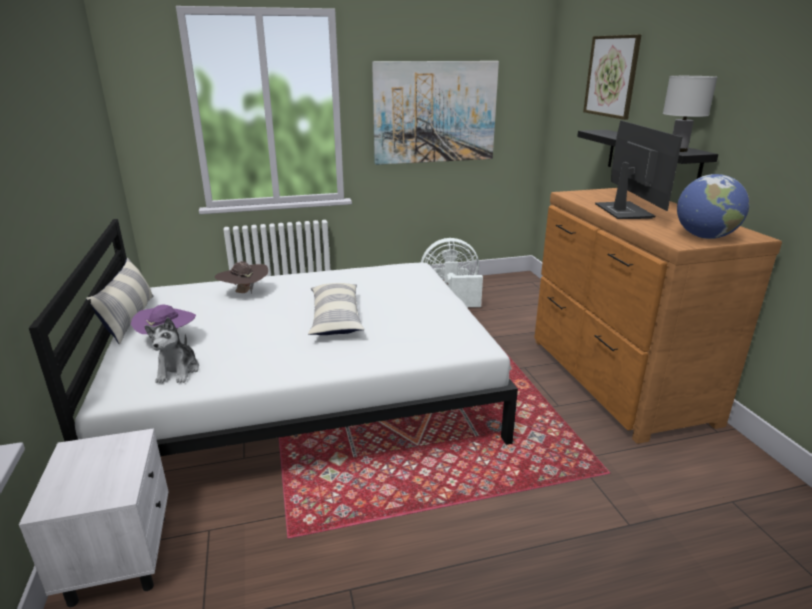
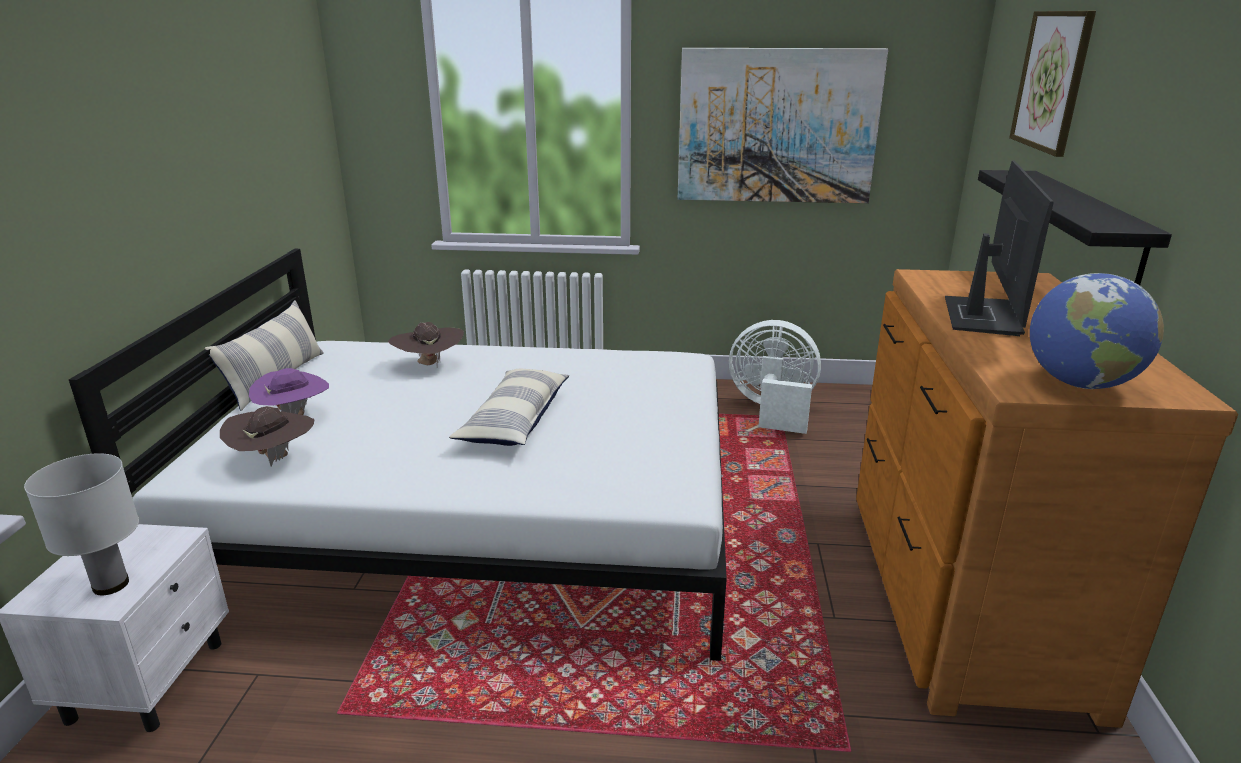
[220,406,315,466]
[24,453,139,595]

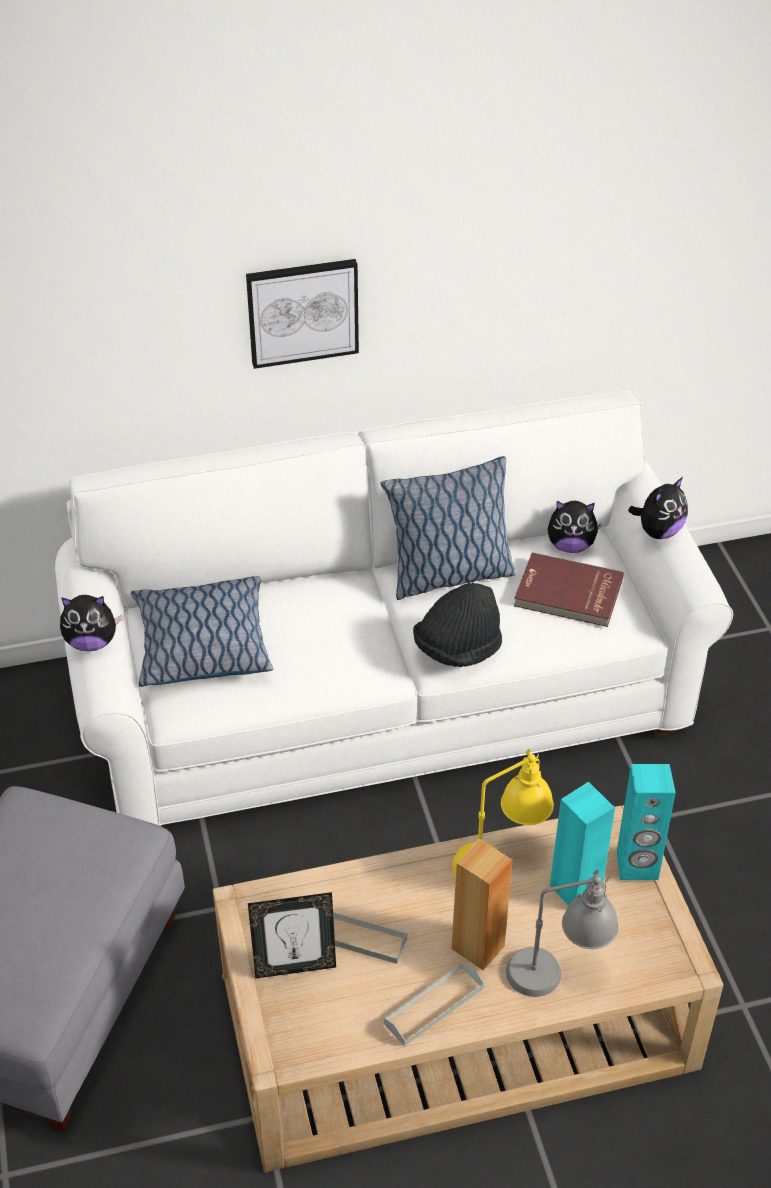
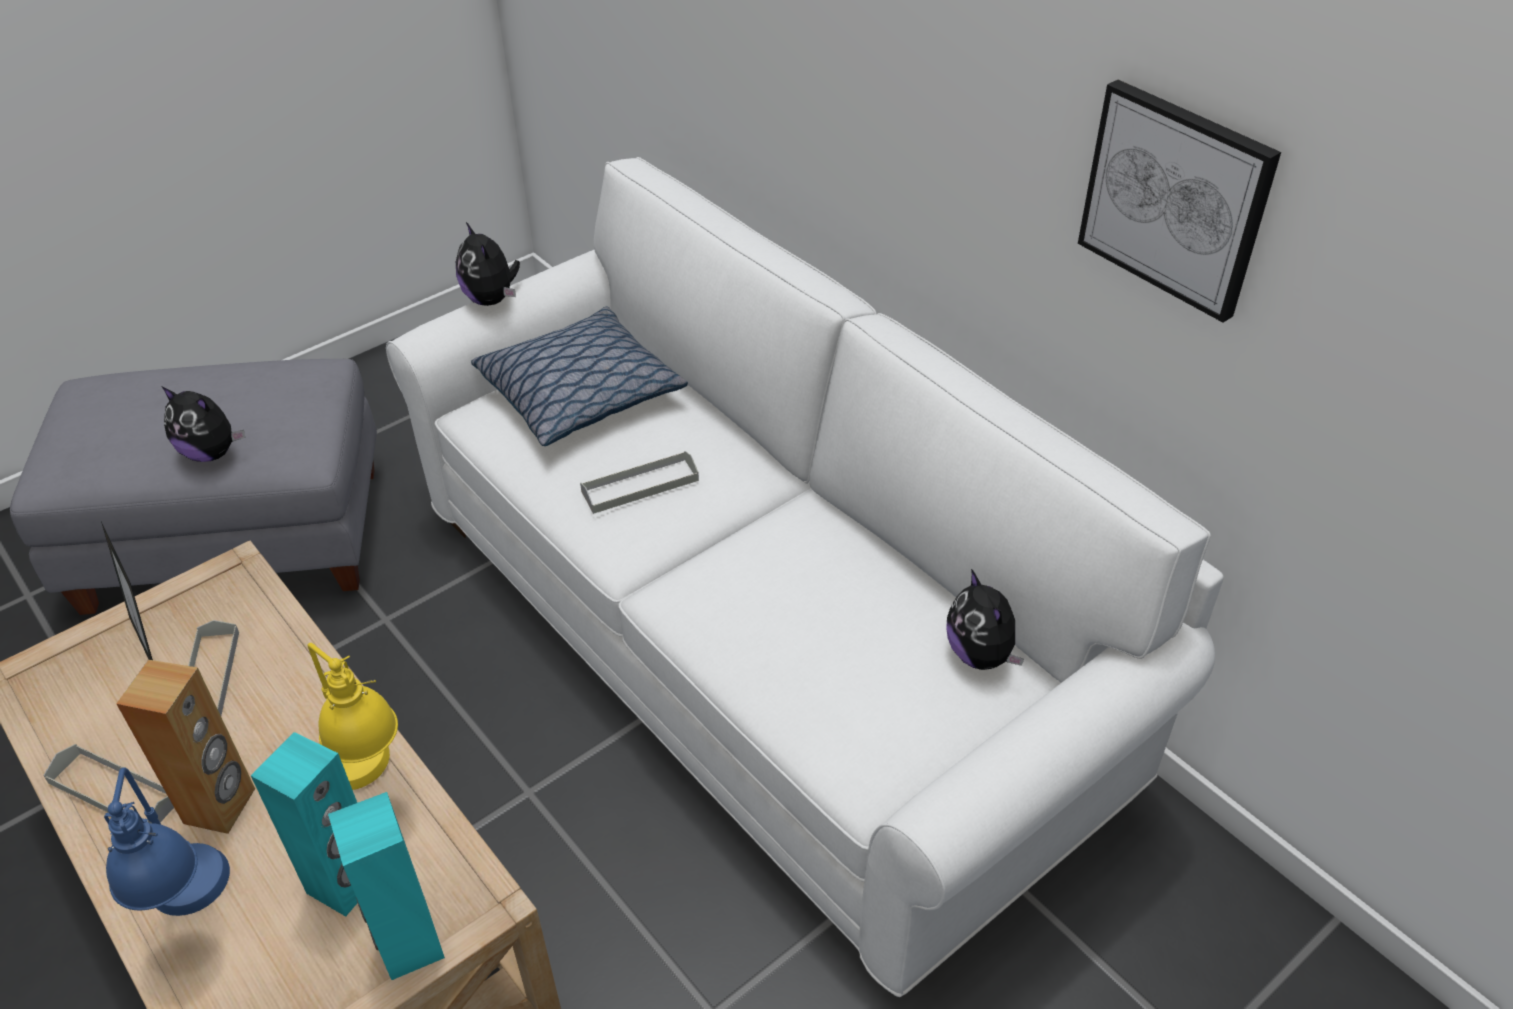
[1078,80,1281,323]
[380,456,516,600] (first image)
[413,582,502,667] (first image)
[104,767,230,916]
[514,552,624,627] (first image)
[161,386,246,462]
[580,451,699,514]

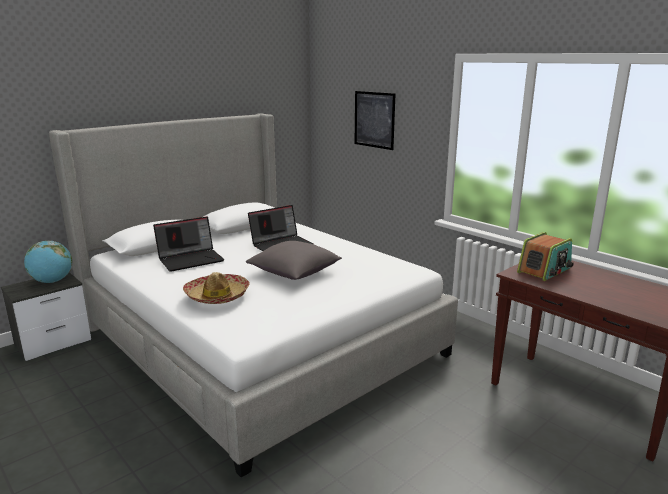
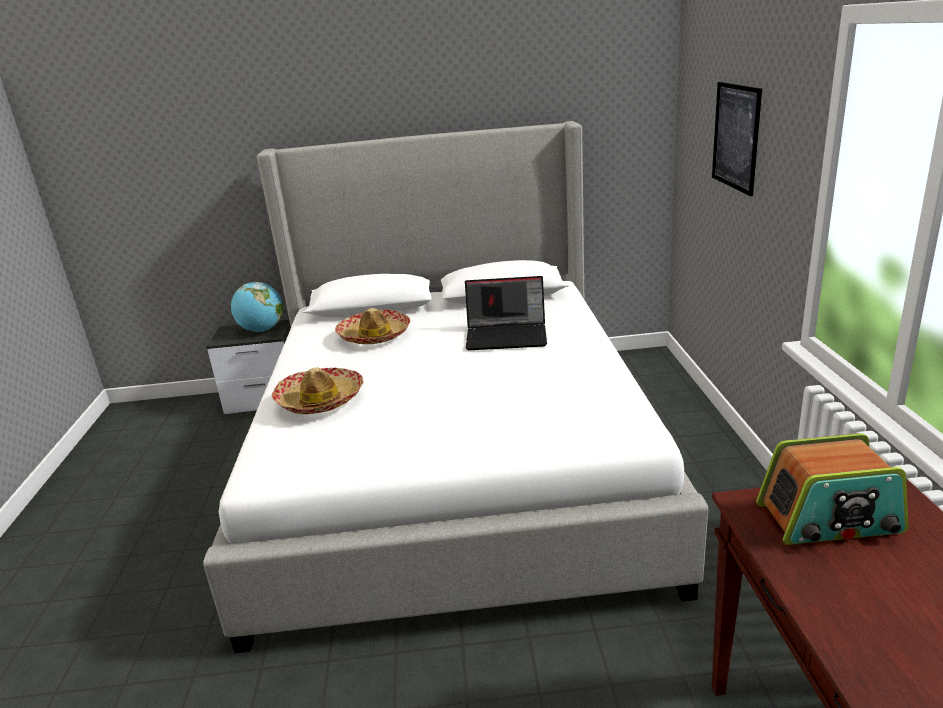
[335,308,410,344]
[246,241,342,280] (first image)

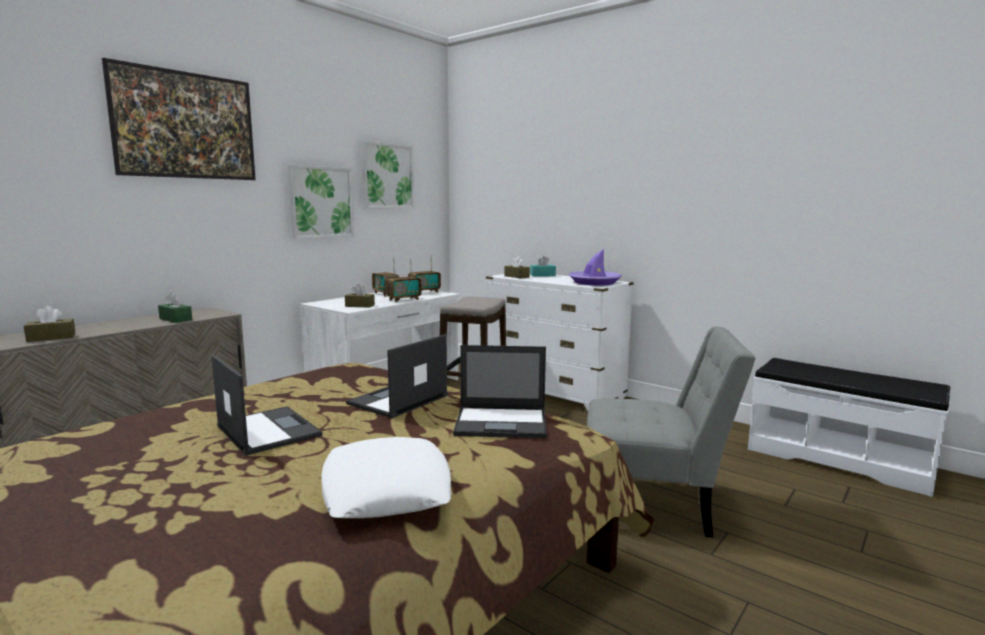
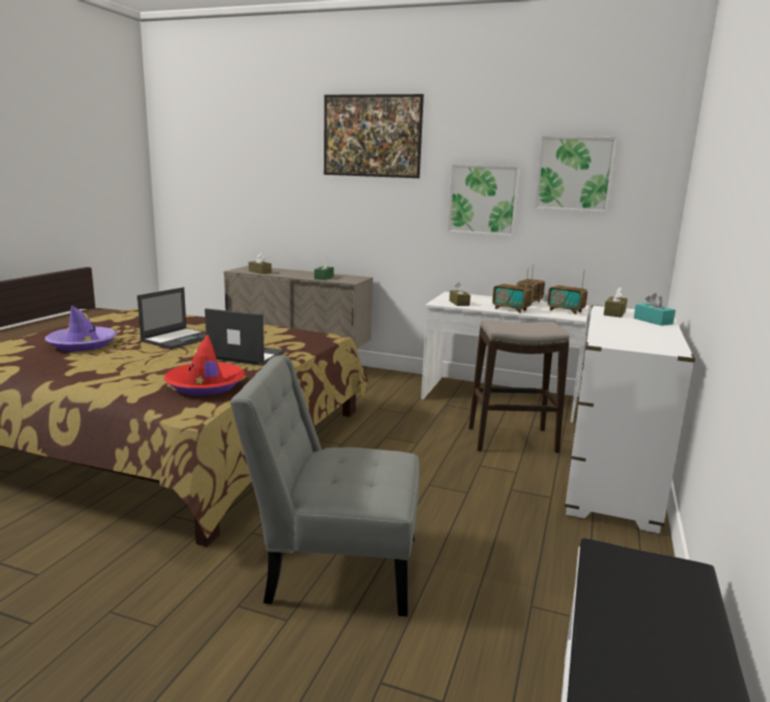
[321,437,452,518] (first image)
[164,334,245,395]
[45,305,117,351]
[230,355,420,617]

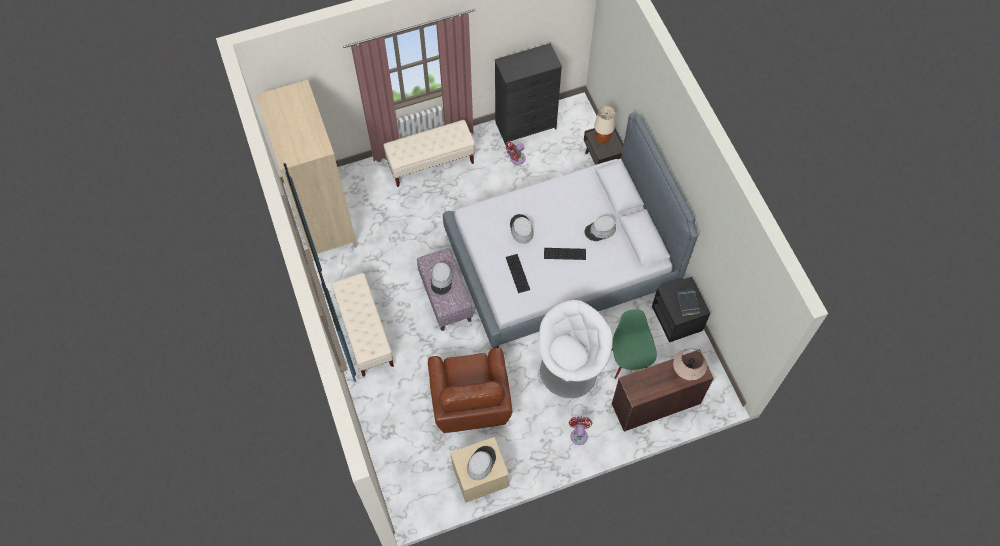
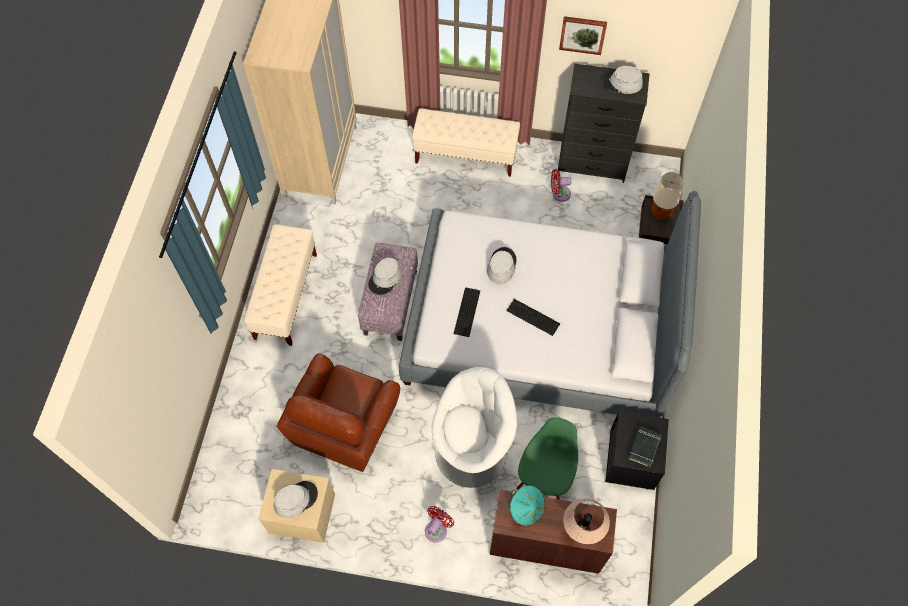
[602,66,643,94]
[510,485,545,526]
[559,16,607,55]

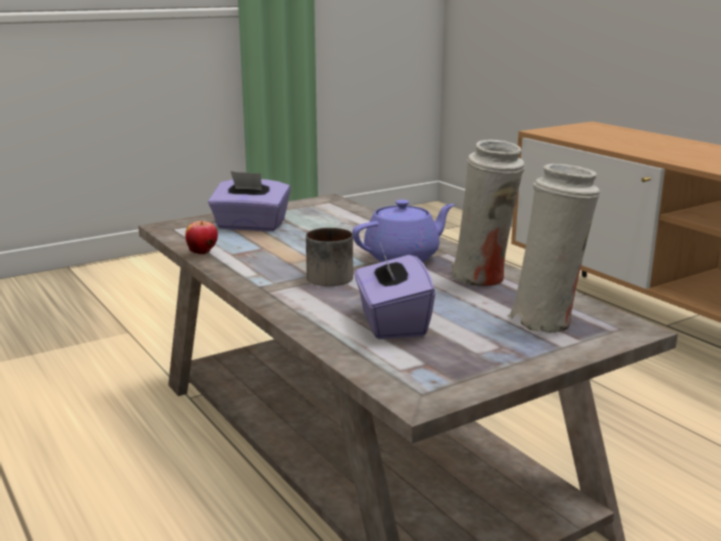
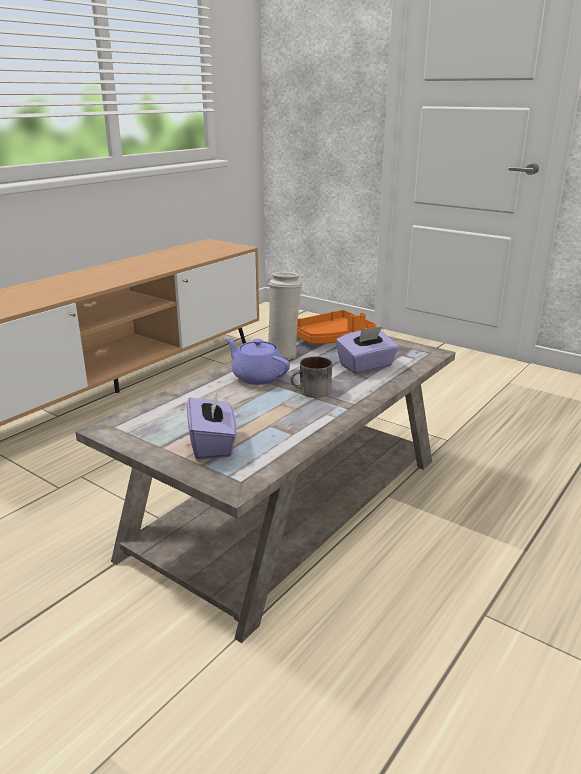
[185,221,218,255] (first image)
[297,310,377,344]

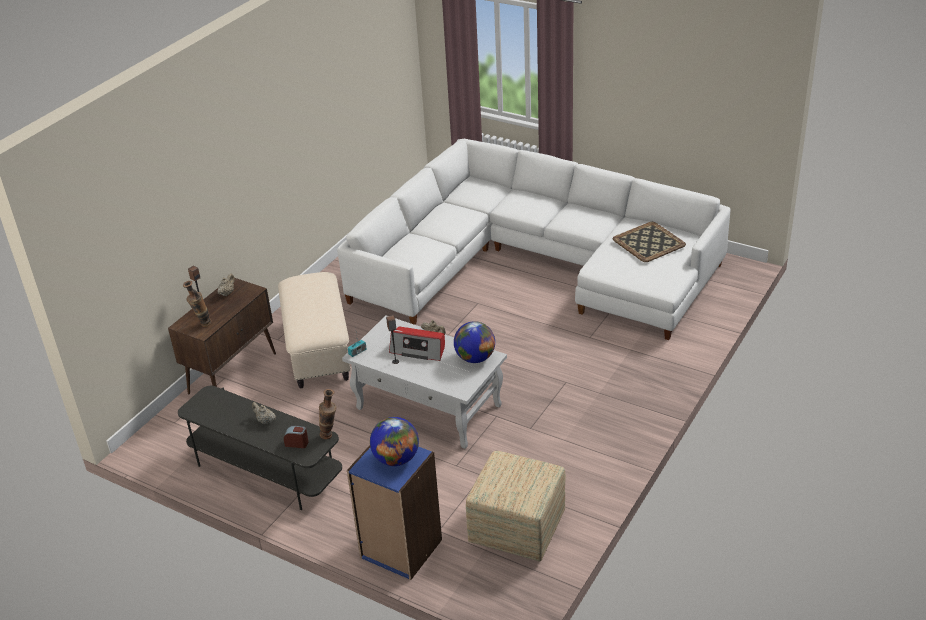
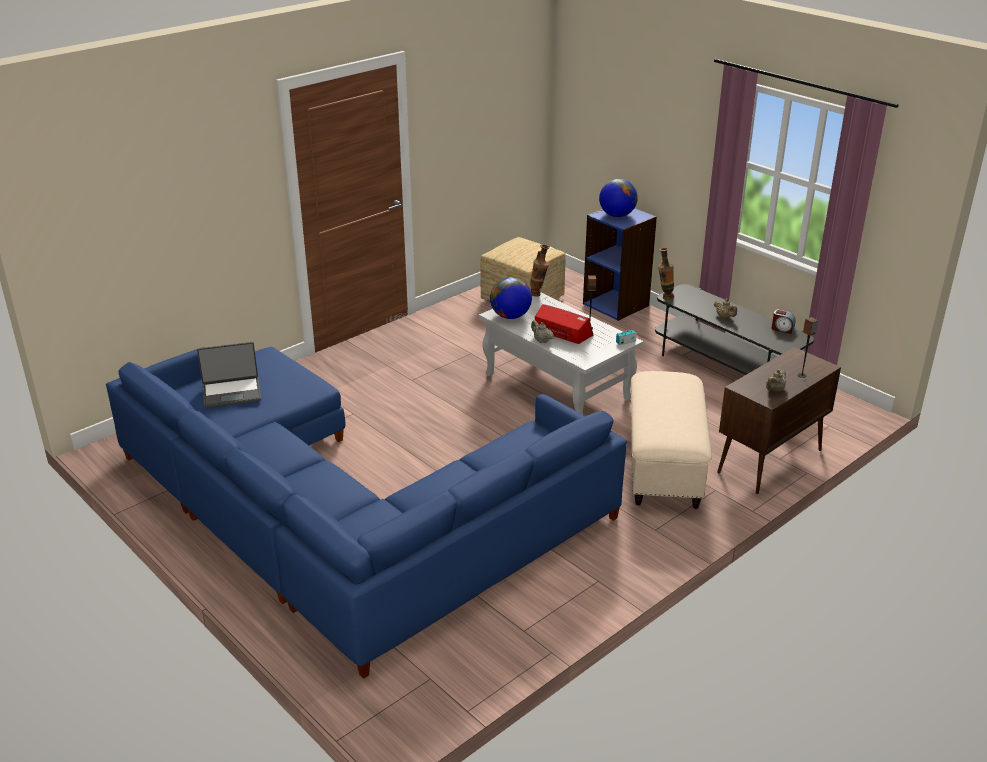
[530,244,550,297]
[772,310,796,334]
[106,347,627,679]
[197,342,261,408]

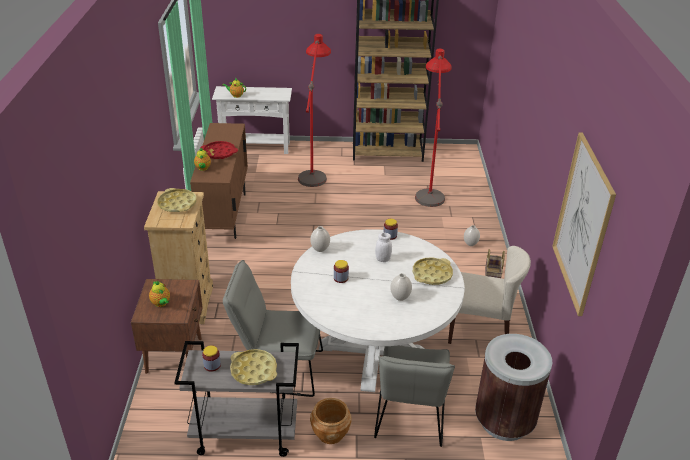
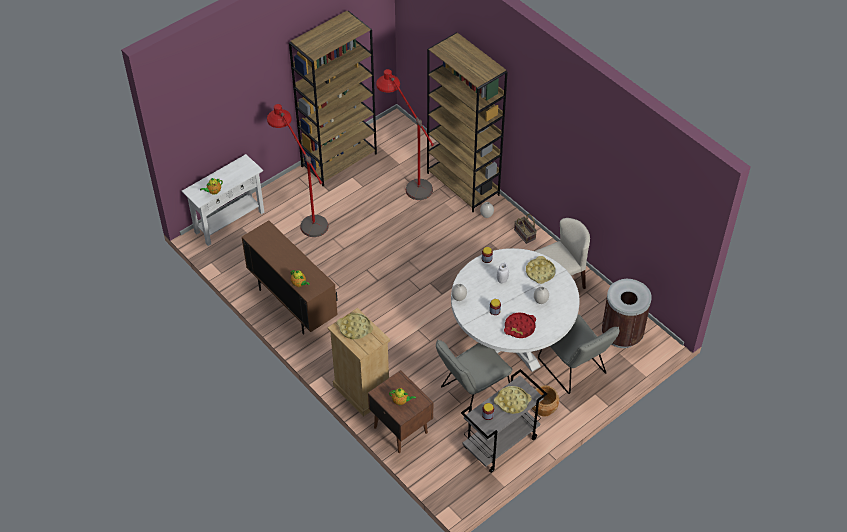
[504,312,536,338]
[552,132,616,316] (first image)
[427,33,508,212]

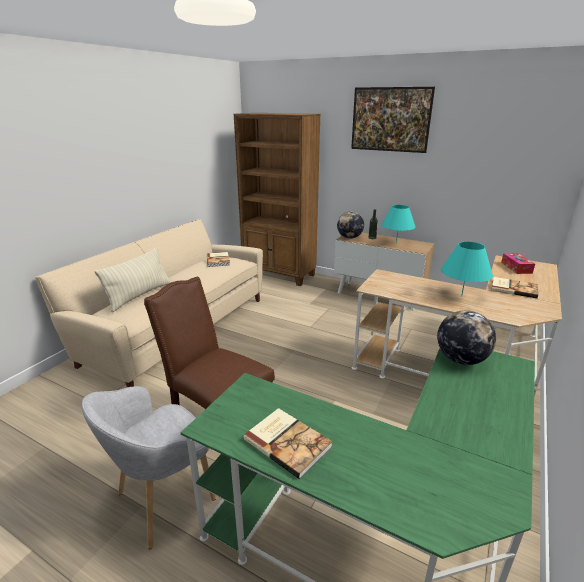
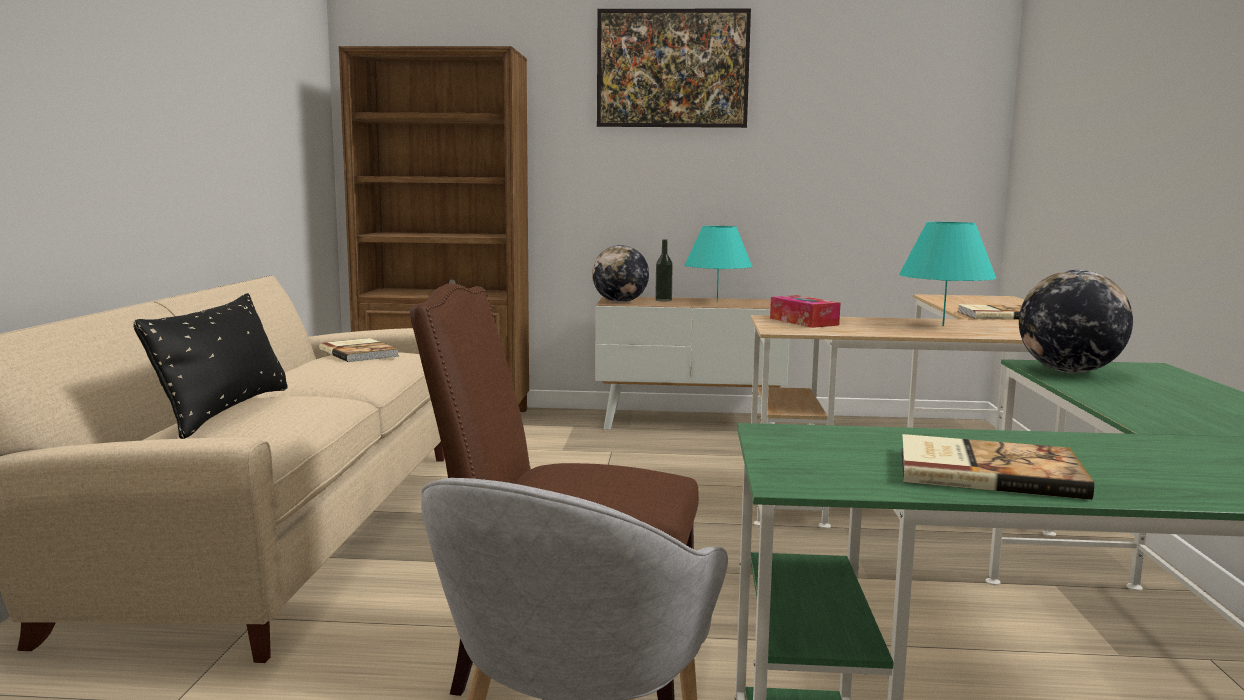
[133,293,288,439]
[770,295,840,328]

